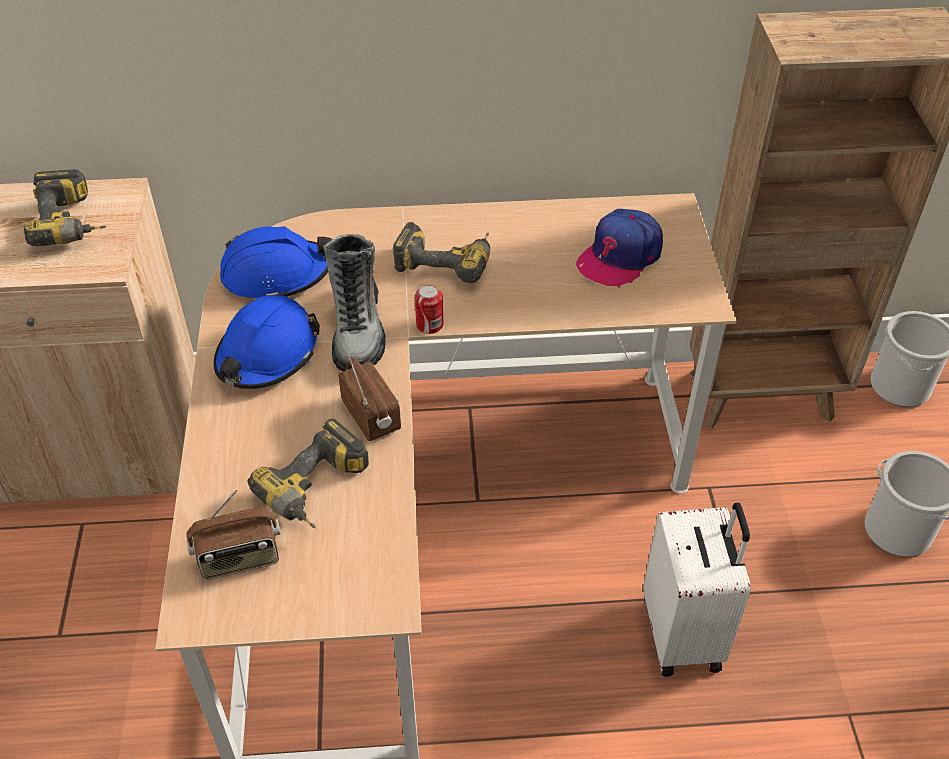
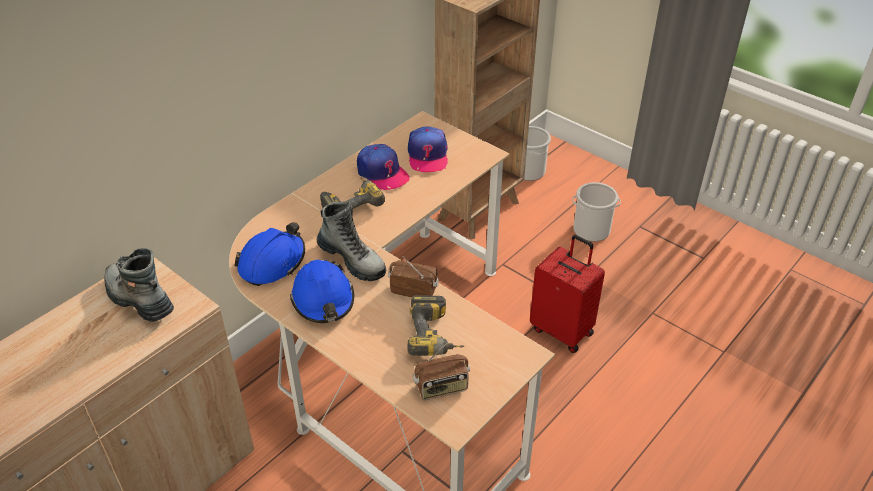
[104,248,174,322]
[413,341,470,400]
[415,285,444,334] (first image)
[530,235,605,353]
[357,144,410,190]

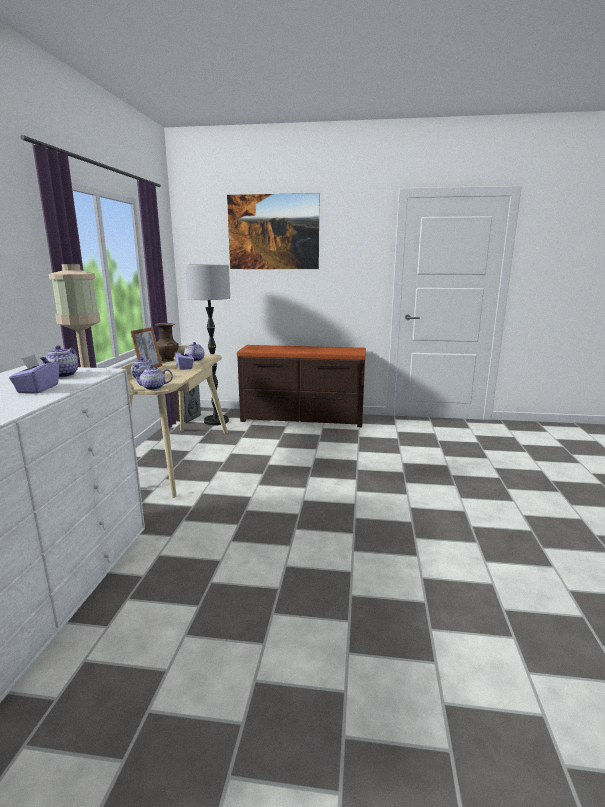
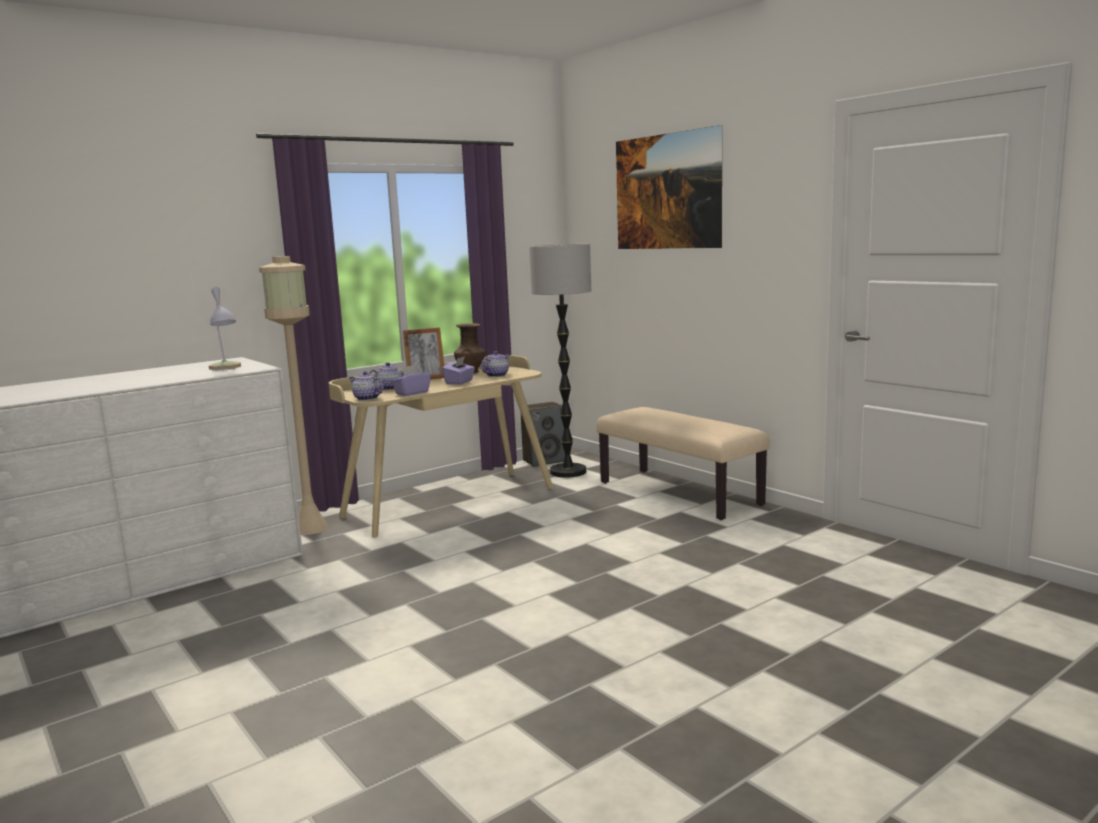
[391,365,431,396]
[209,287,241,370]
[597,407,770,520]

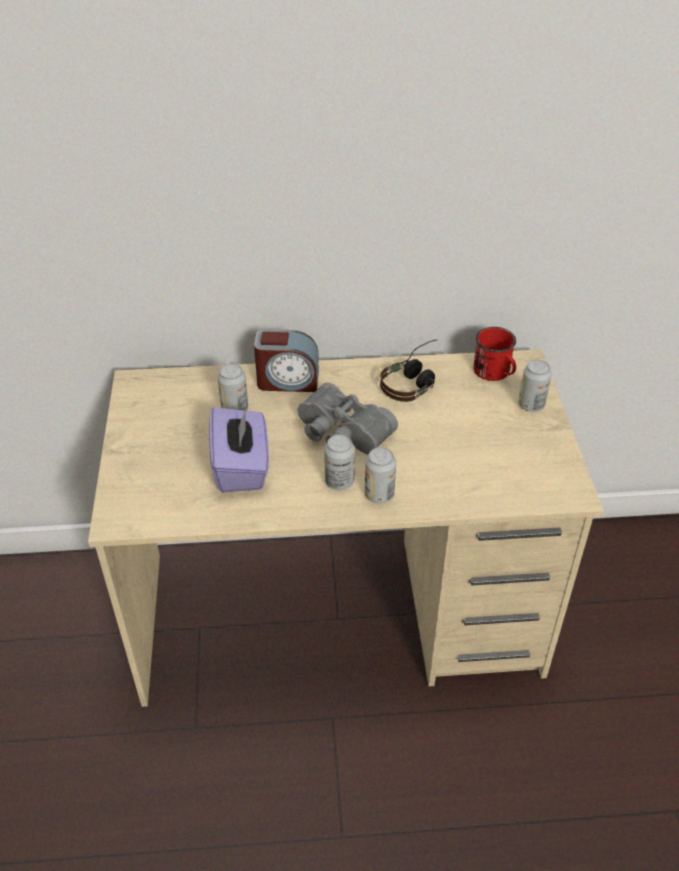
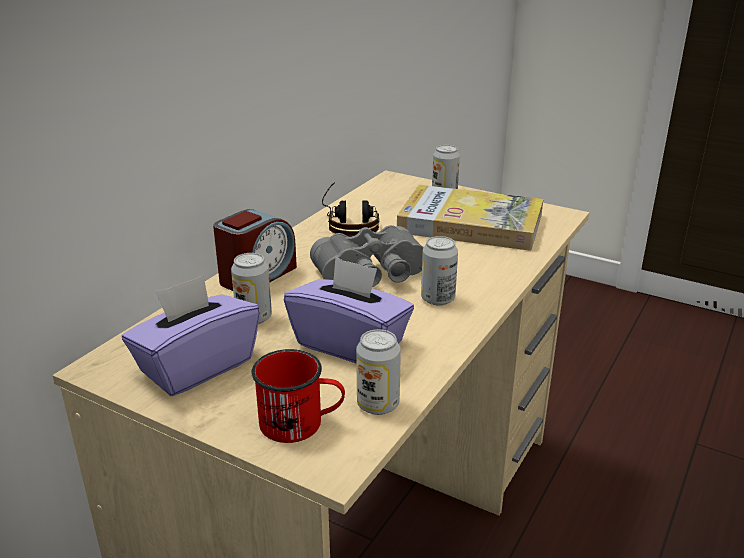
[356,329,401,415]
[252,349,345,443]
[122,275,260,396]
[397,185,543,251]

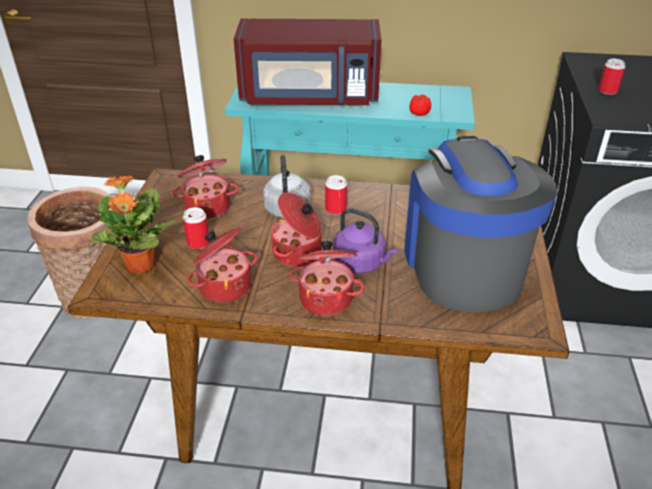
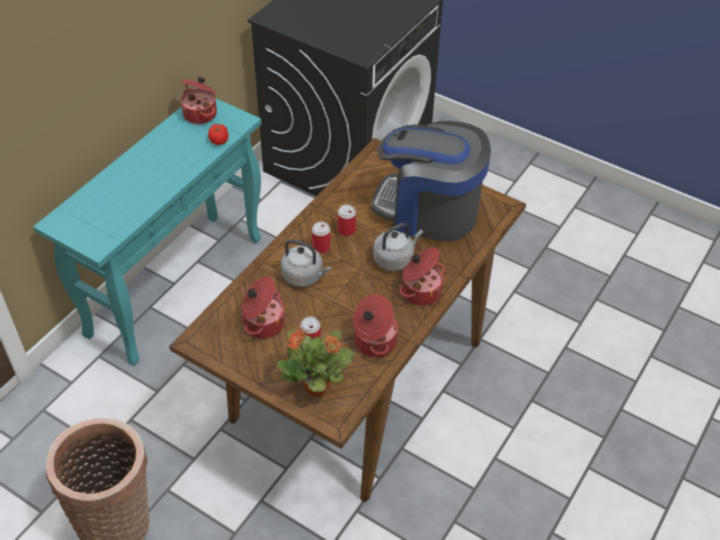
[234,18,381,105] (first image)
[180,77,217,124]
[373,223,423,271]
[338,205,356,236]

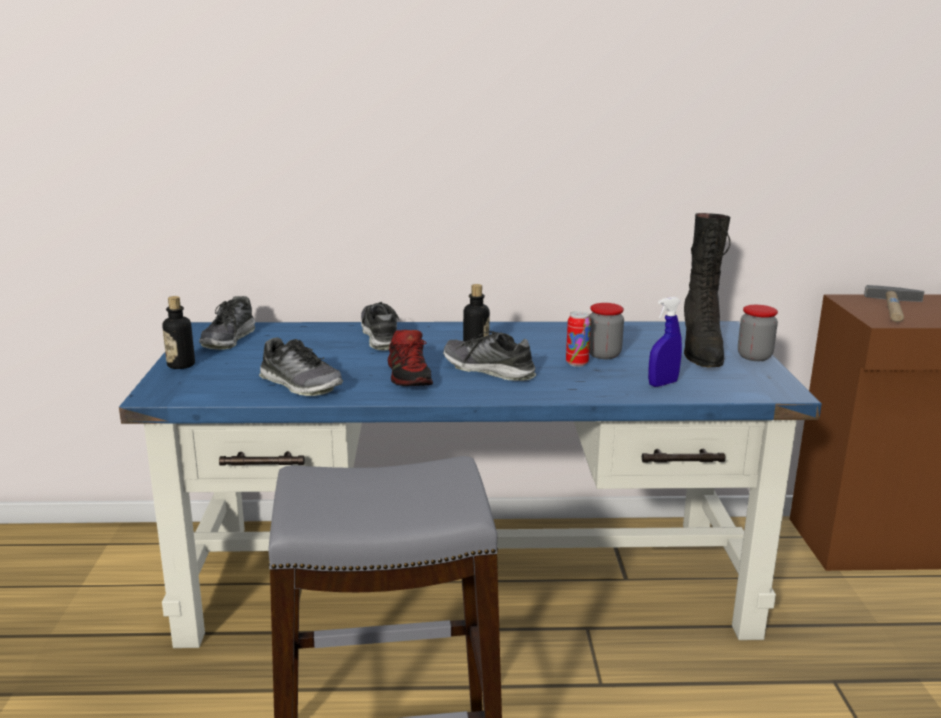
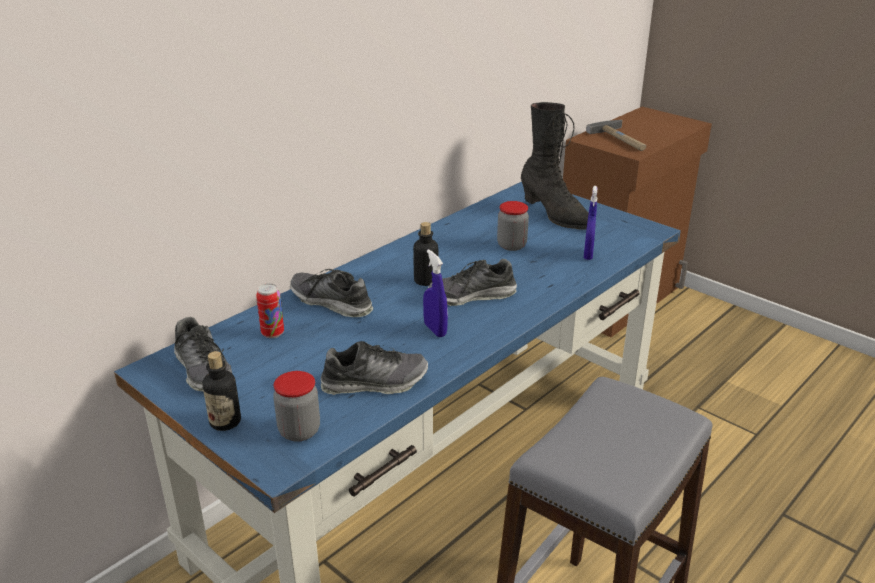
[423,249,448,337]
[256,284,284,338]
[273,371,320,442]

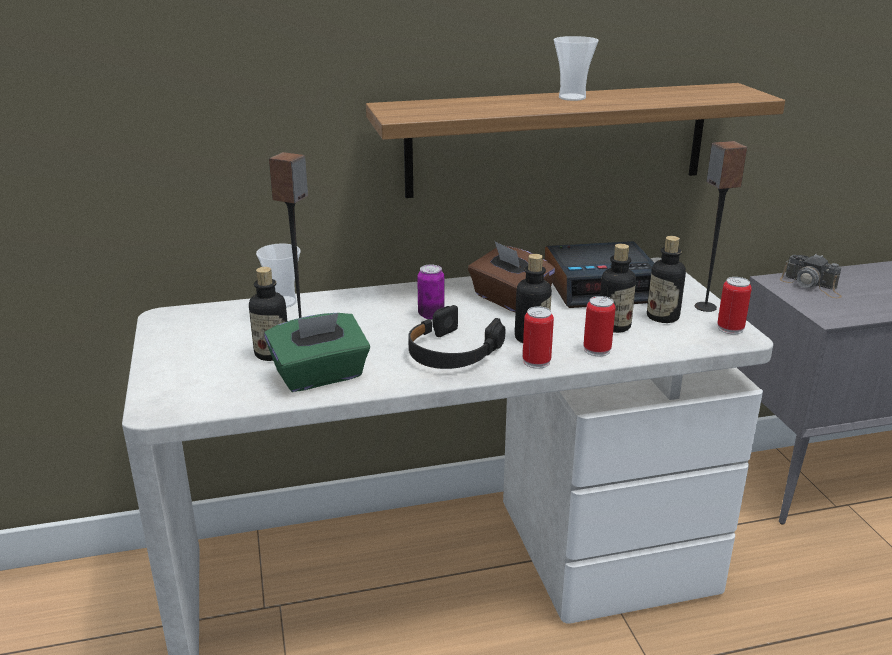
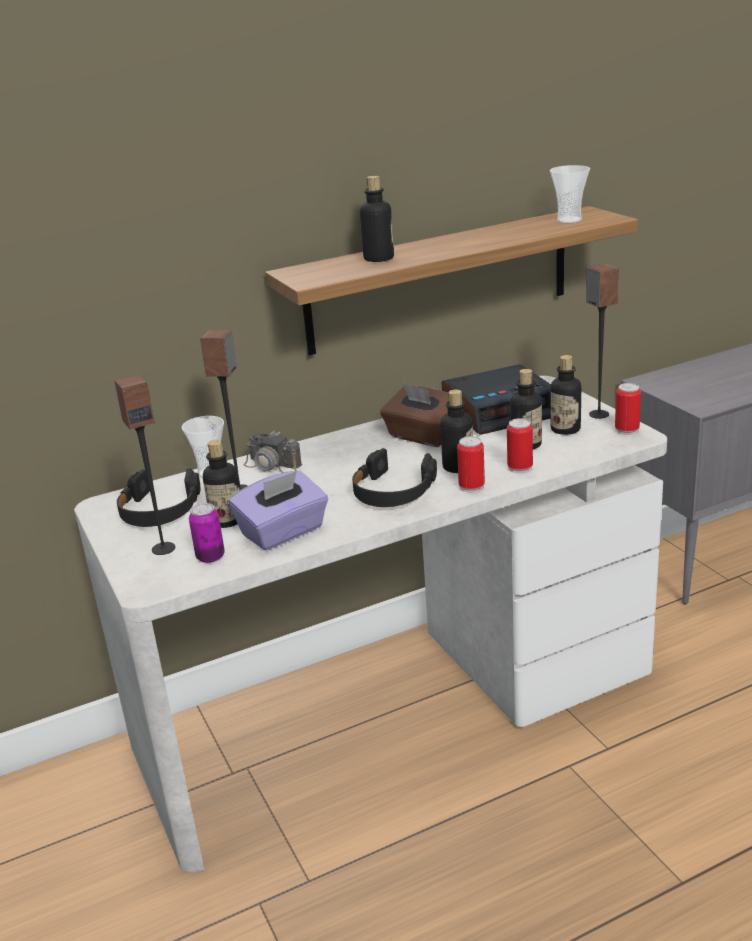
[229,471,328,550]
[189,503,225,563]
[550,165,590,223]
[243,431,302,473]
[114,374,175,555]
[117,468,200,527]
[360,176,394,262]

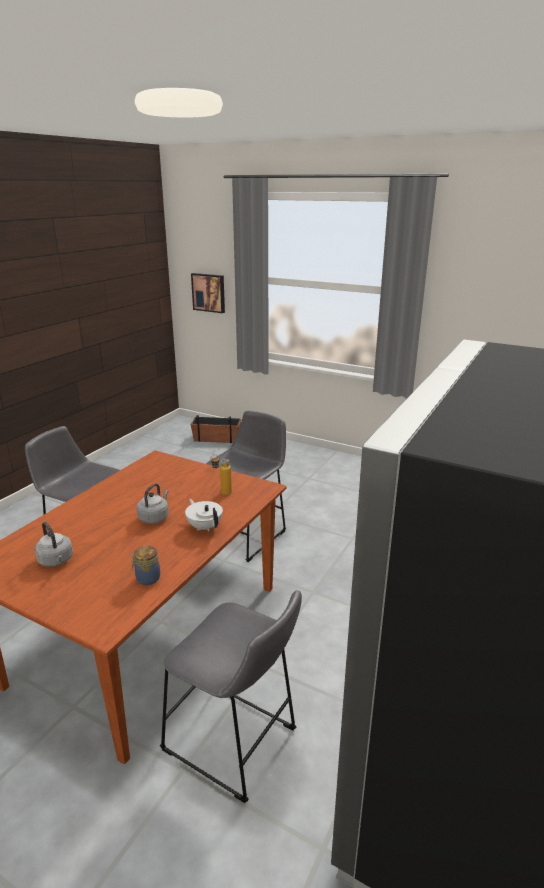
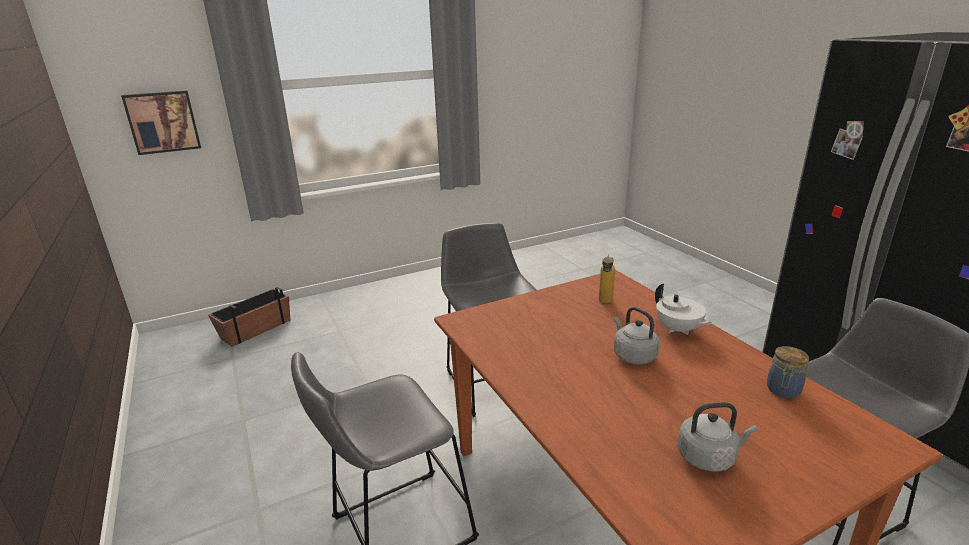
[655,284,713,335]

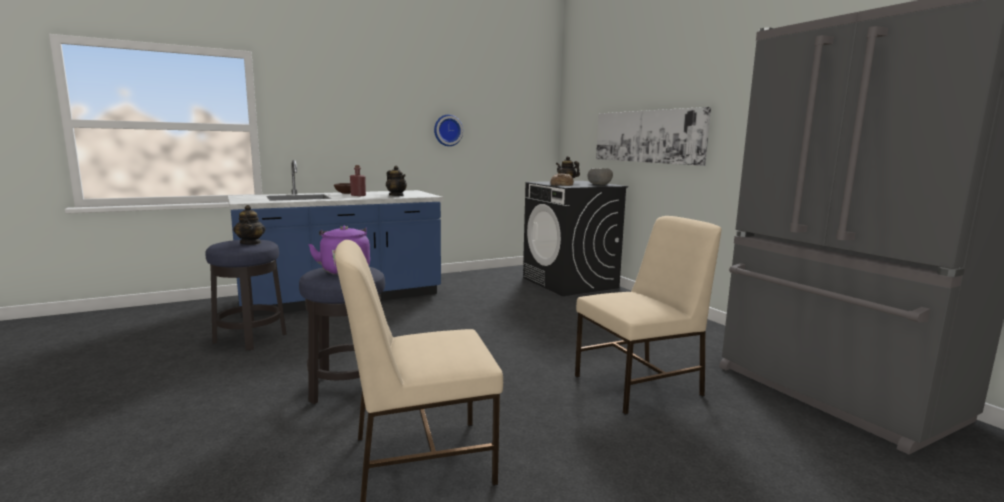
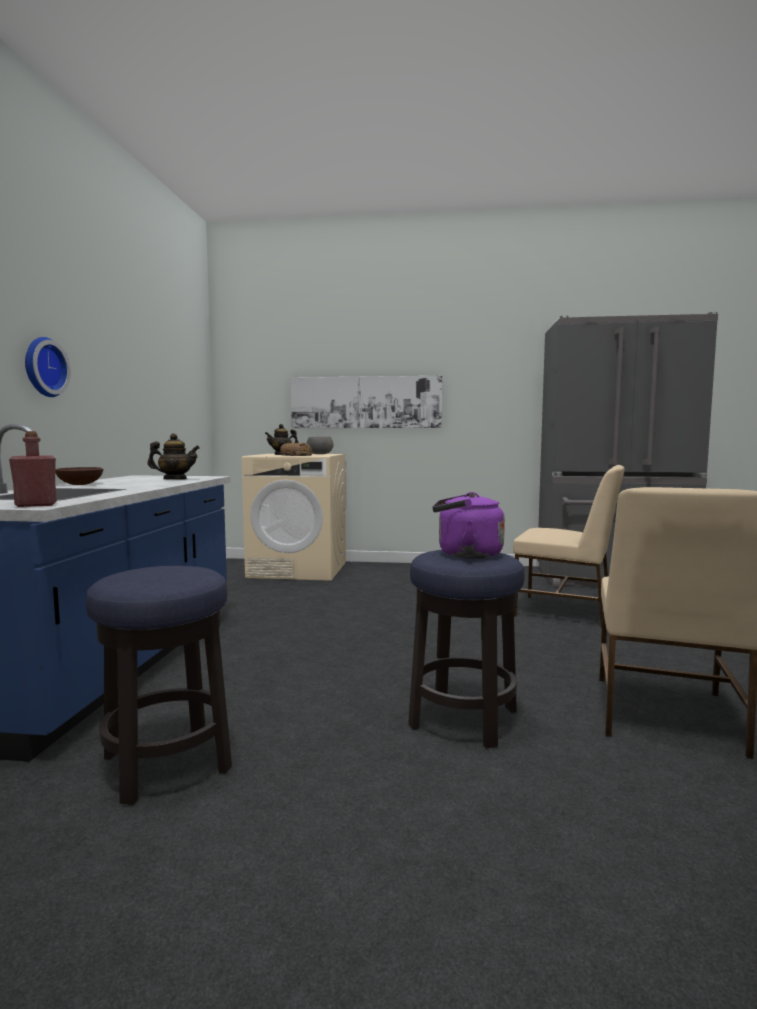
[233,205,265,245] (first image)
[9,431,57,507]
[25,337,71,397]
[242,454,346,581]
[513,465,625,628]

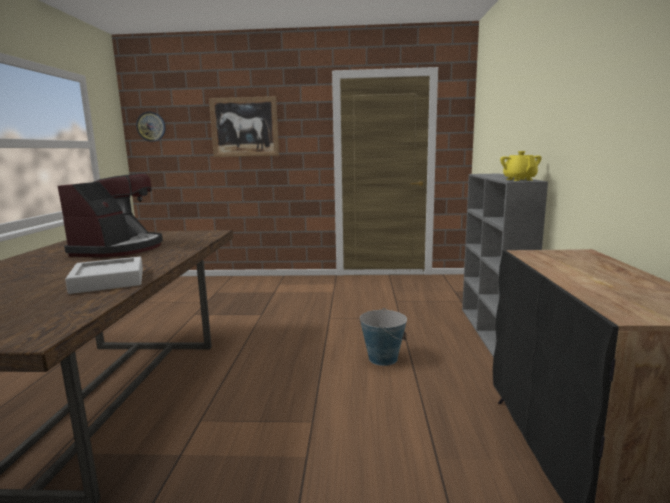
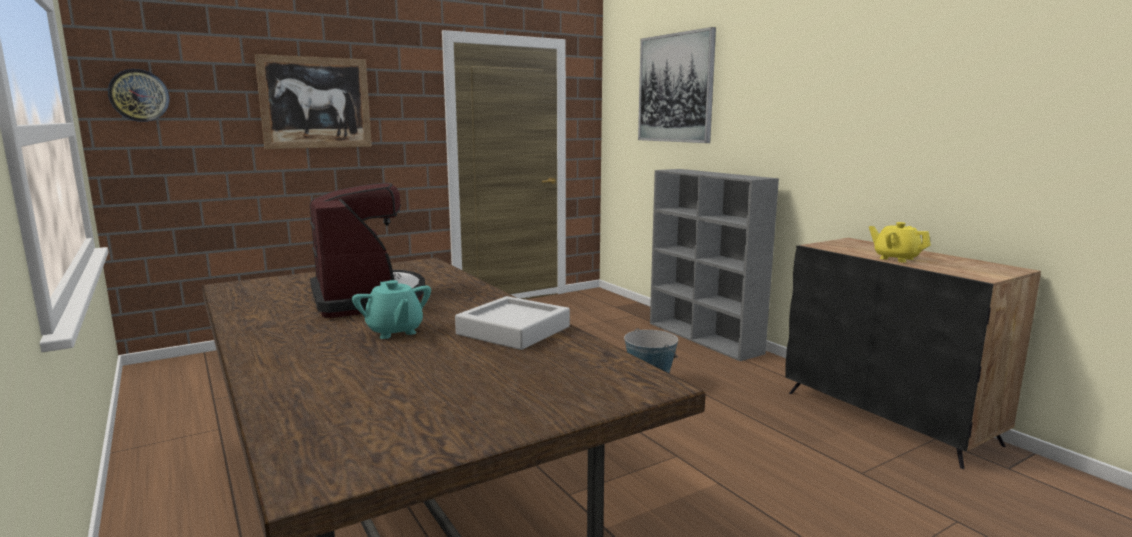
[869,222,931,263]
[352,280,431,339]
[638,27,716,143]

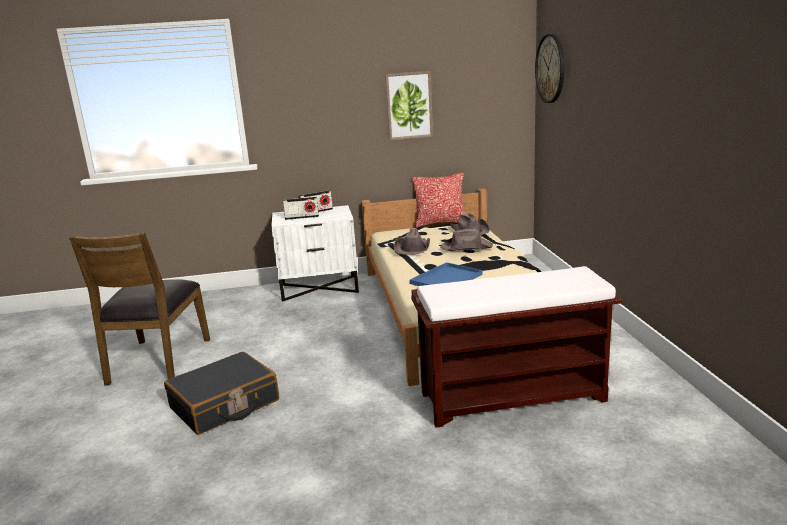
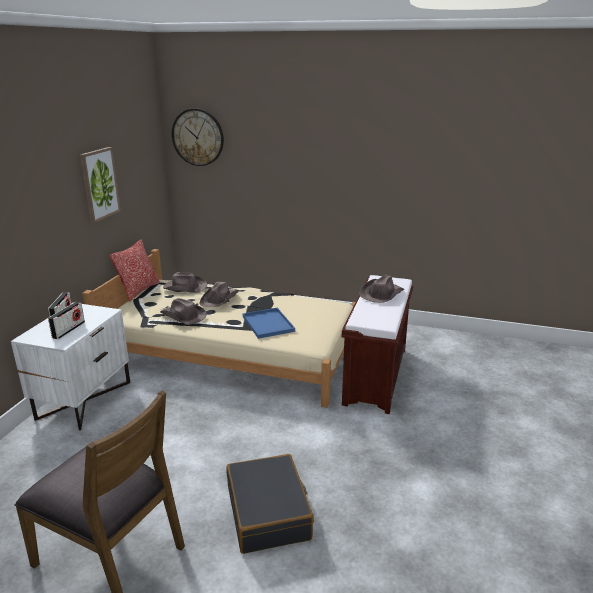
[360,274,404,303]

